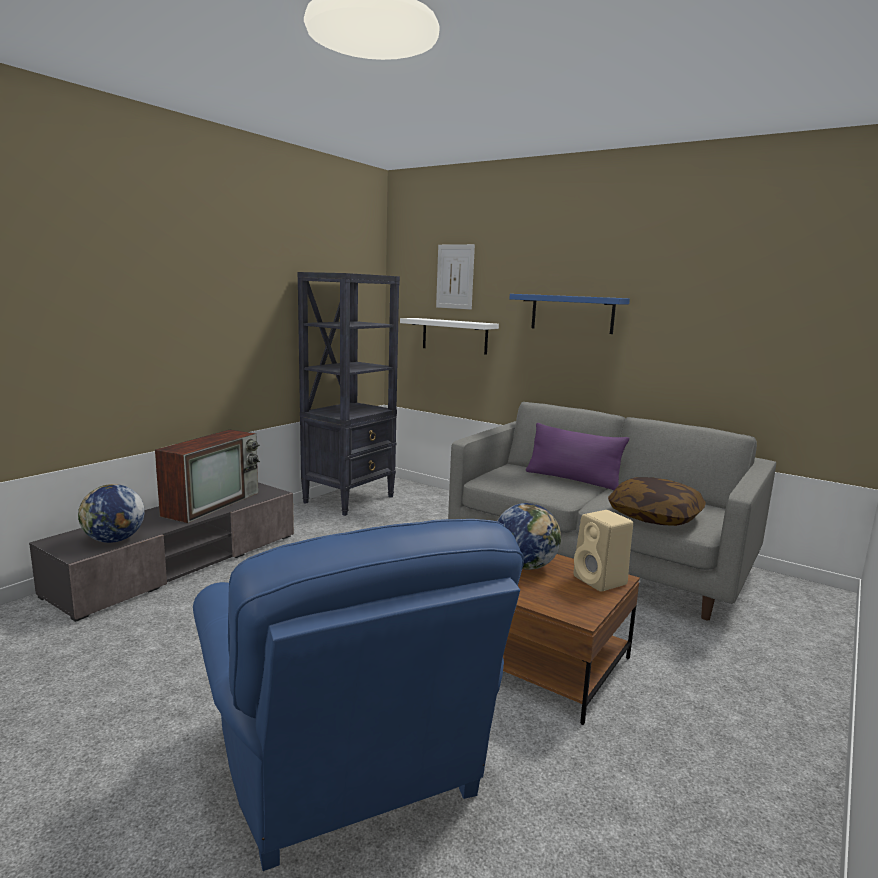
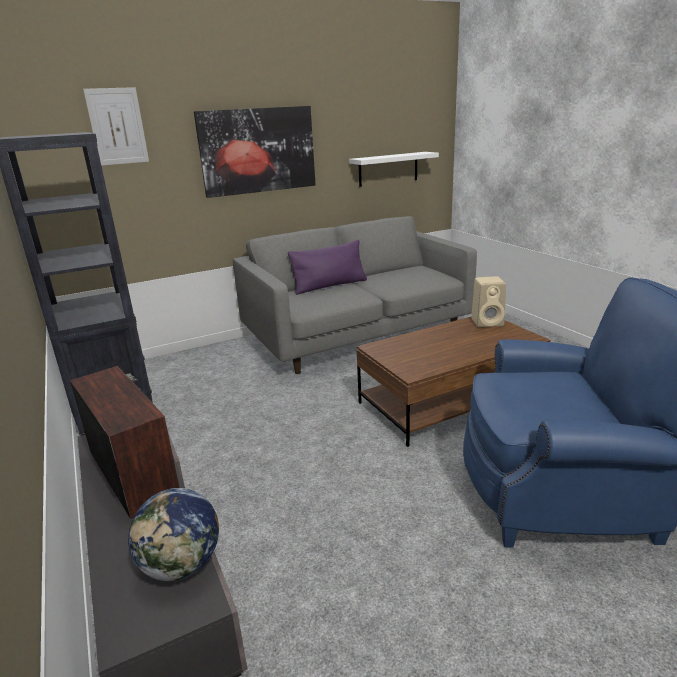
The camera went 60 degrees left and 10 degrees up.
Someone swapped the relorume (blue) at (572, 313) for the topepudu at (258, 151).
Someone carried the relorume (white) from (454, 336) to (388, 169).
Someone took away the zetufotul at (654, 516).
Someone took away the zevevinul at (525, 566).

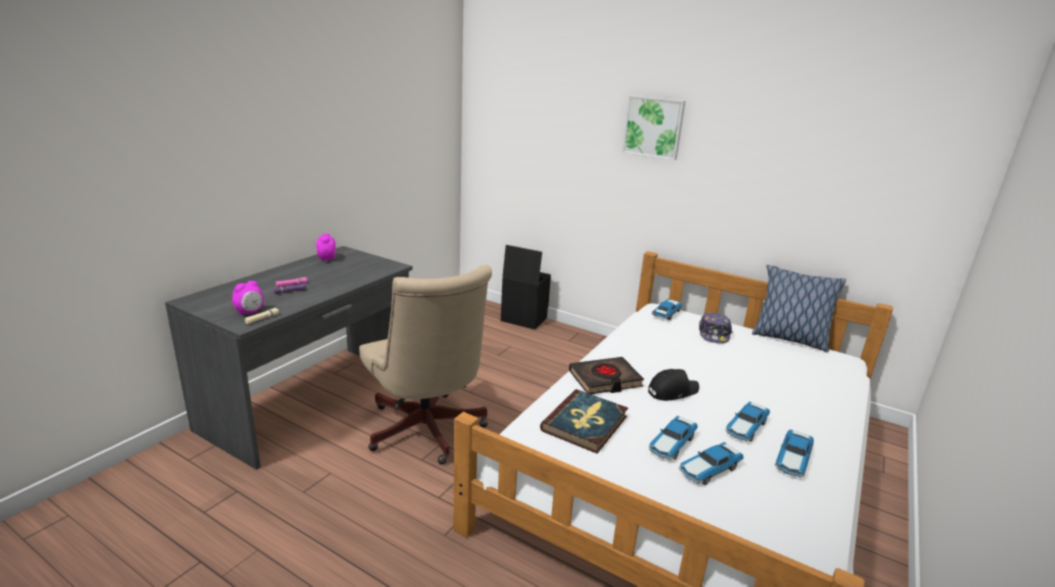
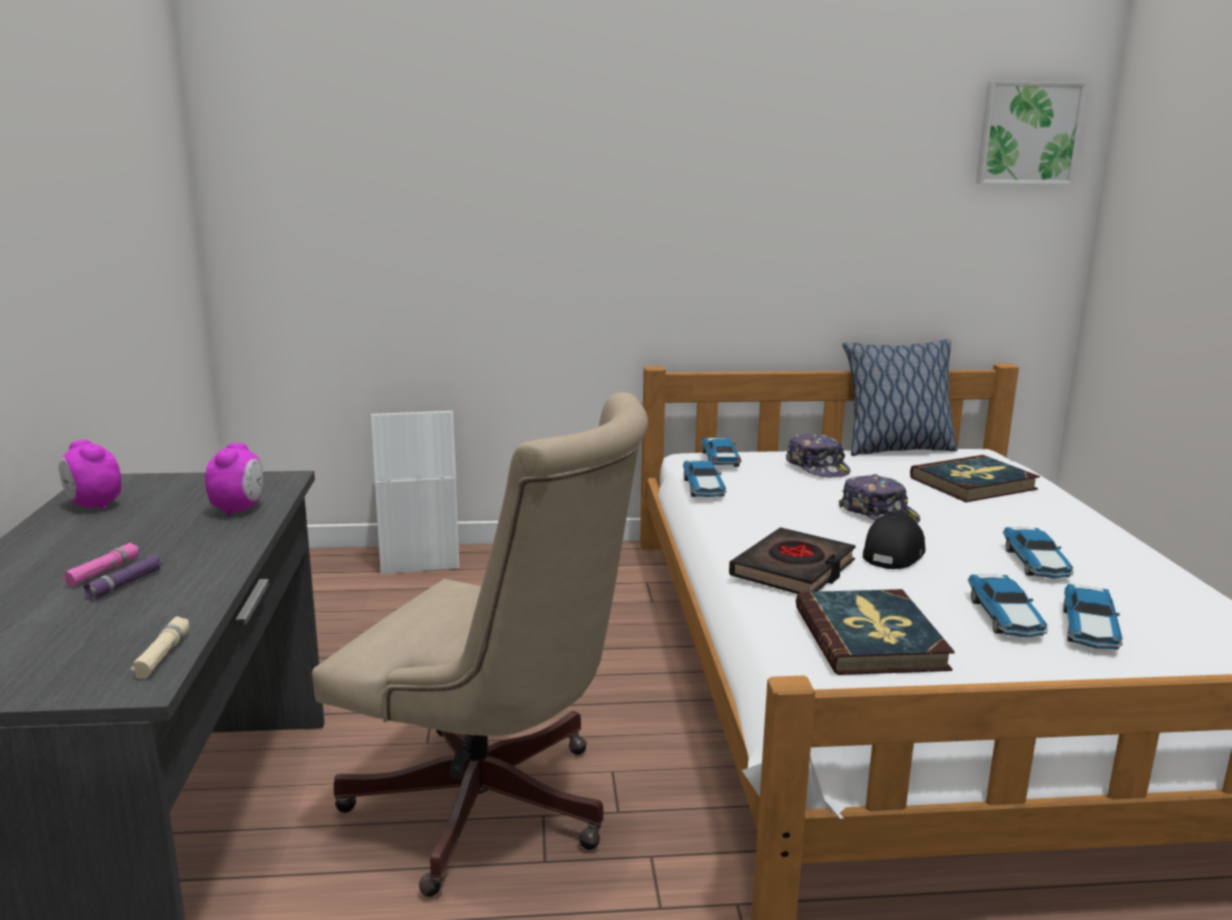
The camera went 35 degrees left and 5 degrees down.
Someone carried the topepudu from (653, 127) to (1027, 133).
Someone repainted the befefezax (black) at (523, 319), which became the befefezax (white) at (417, 559).
Someone carried the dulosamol from (250, 312) to (239, 509).
Someone carried the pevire from (792, 460) to (703, 488).
Someone put down the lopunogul at (973, 484).
Someone put down the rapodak at (879, 514).

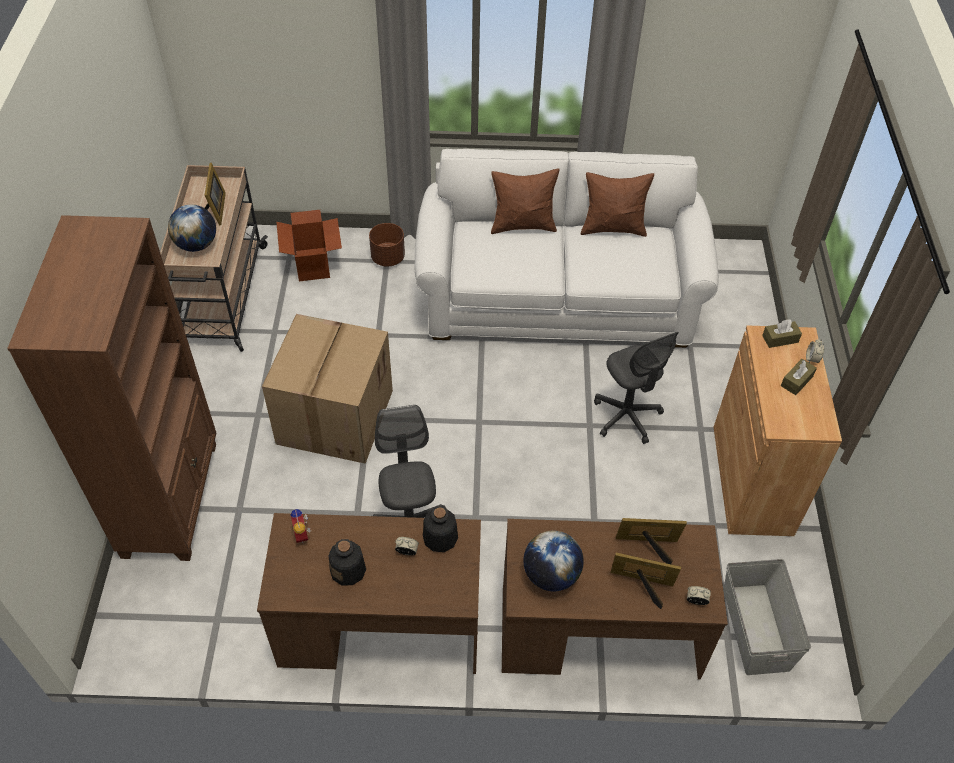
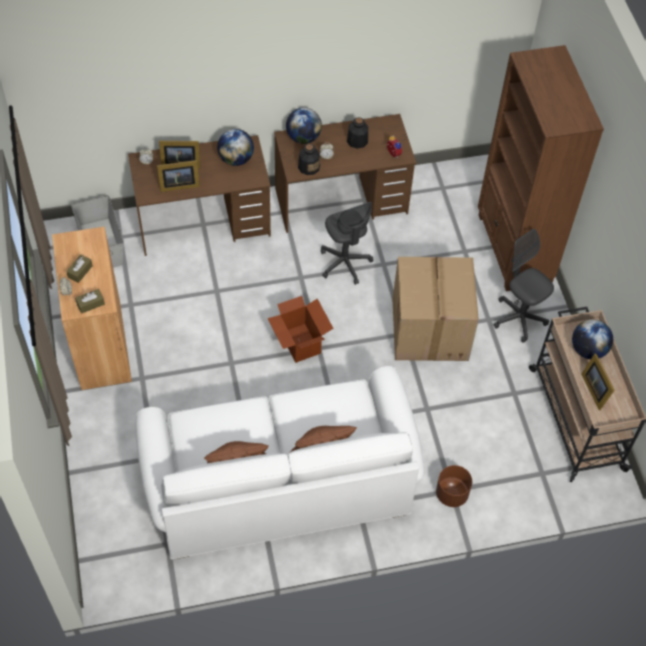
The camera went 165 degrees right and 5 degrees up.
Someone carried the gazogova from (313, 264) to (299, 343).
Someone carried the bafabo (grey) from (627, 416) to (519, 318).
Someone put down the zevevinul at (303, 138).

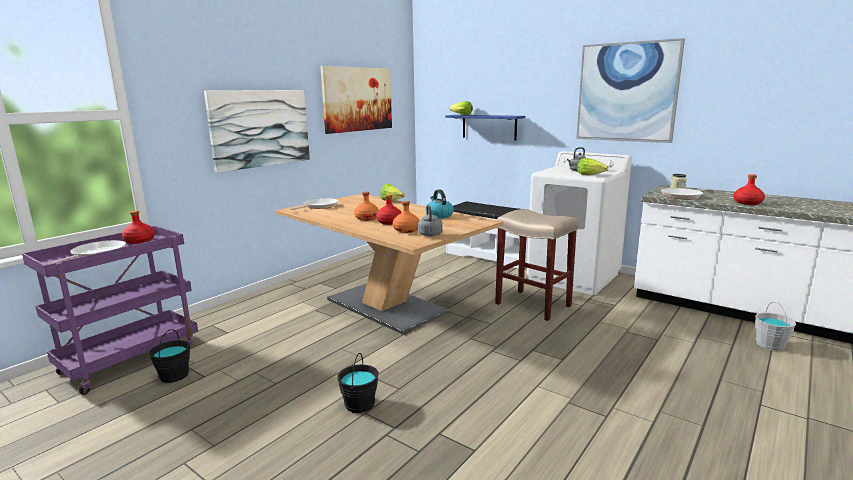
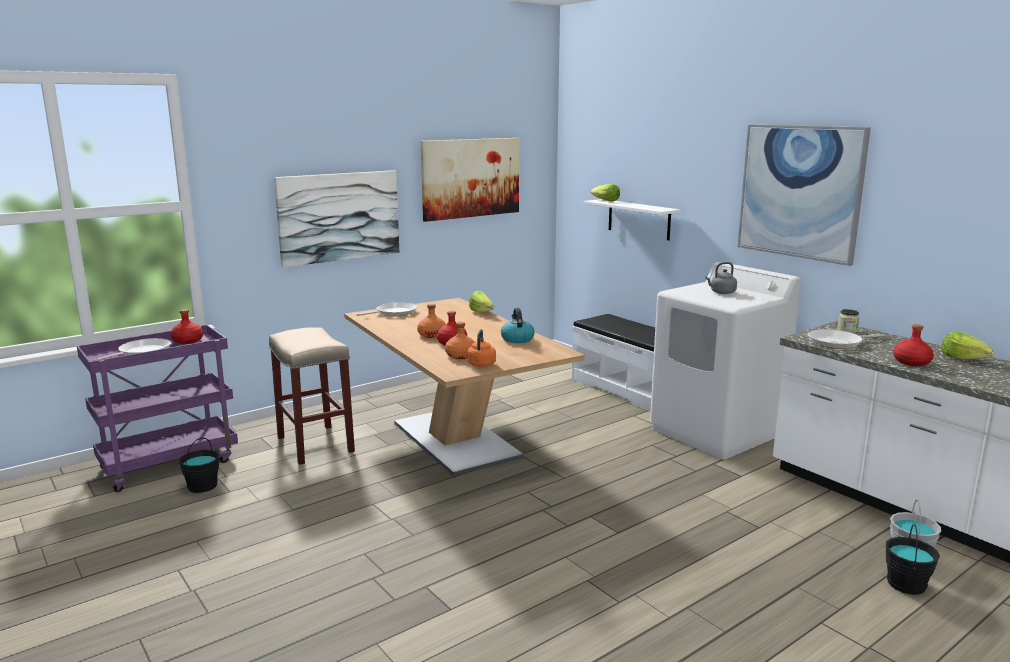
The camera went 15 degrees right and 0 degrees up.
Someone repainted the relorume (blue) at (489, 127), which became the relorume (white) at (638, 219).
Someone carried the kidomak from (591, 175) to (963, 359).
Someone repainted the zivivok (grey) at (430, 235), which became the zivivok (orange) at (481, 365).
Someone carried the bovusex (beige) from (532, 304) to (314, 444).
Someone carried the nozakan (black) from (359, 404) to (905, 584).

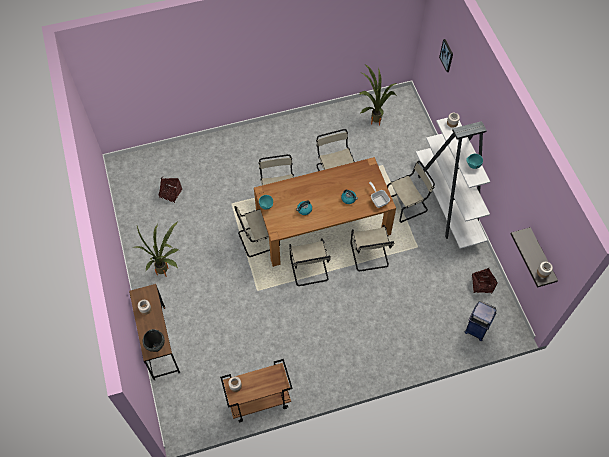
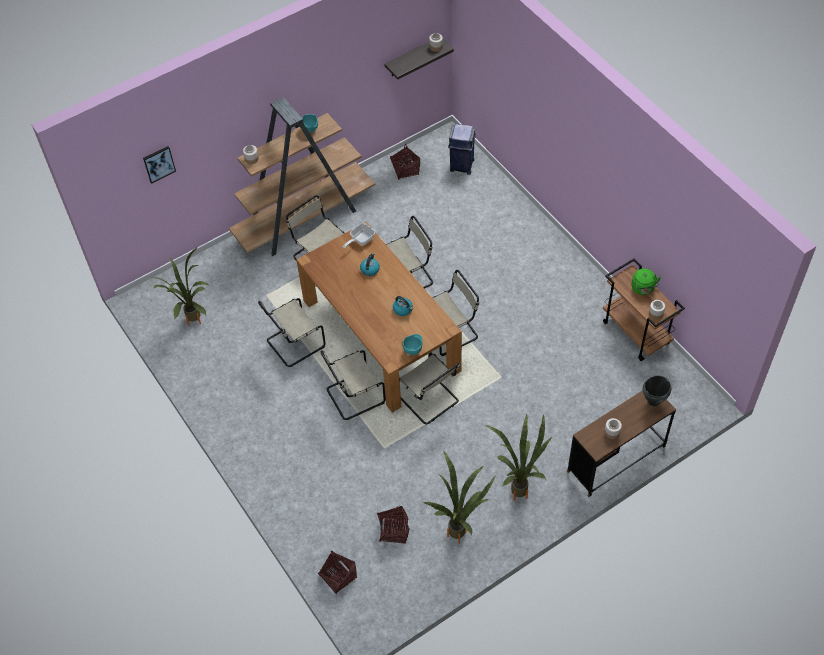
The camera went 105 degrees left and 5 degrees down.
Someone repainted the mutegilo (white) at (448, 203), which became the mutegilo (brown) at (305, 219).
Someone put down the zivivok (green) at (643, 289).
Someone put down the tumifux at (461, 531).
Someone put down the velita at (338, 576).

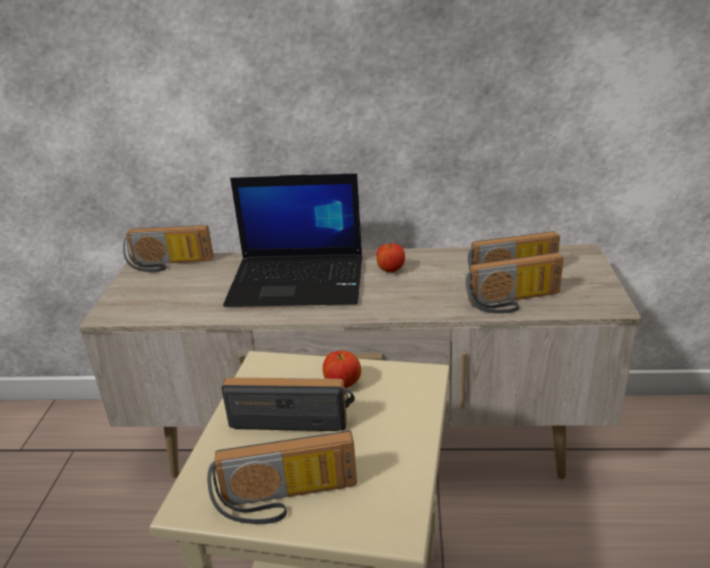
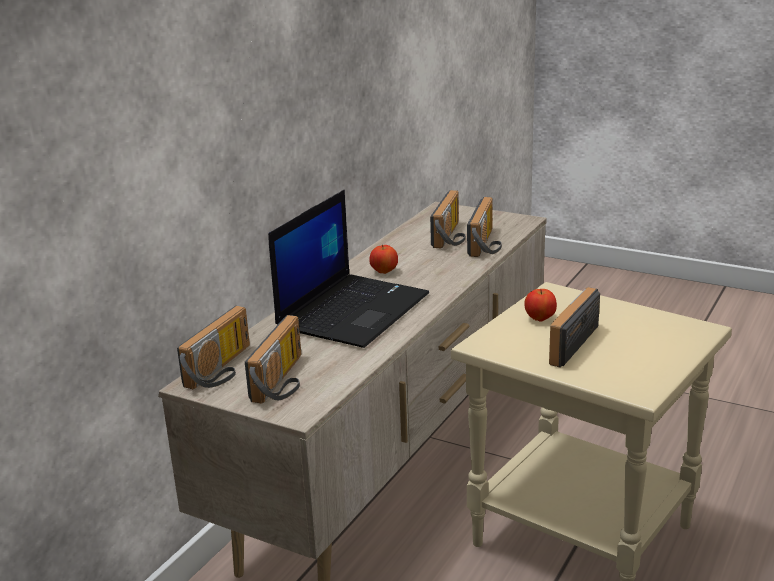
The camera went 65 degrees left and 5 degrees down.
Someone carried the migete from (286, 501) to (284, 381).

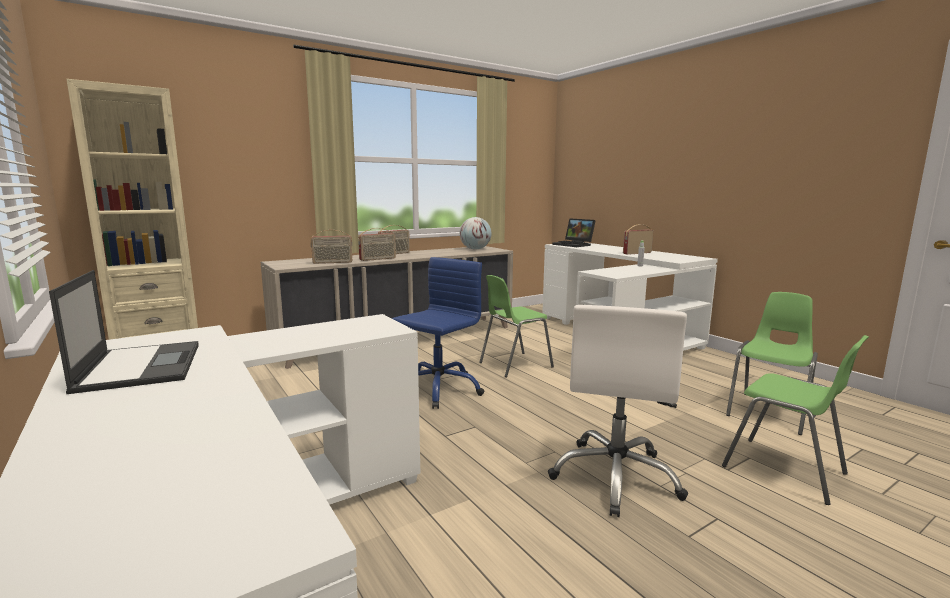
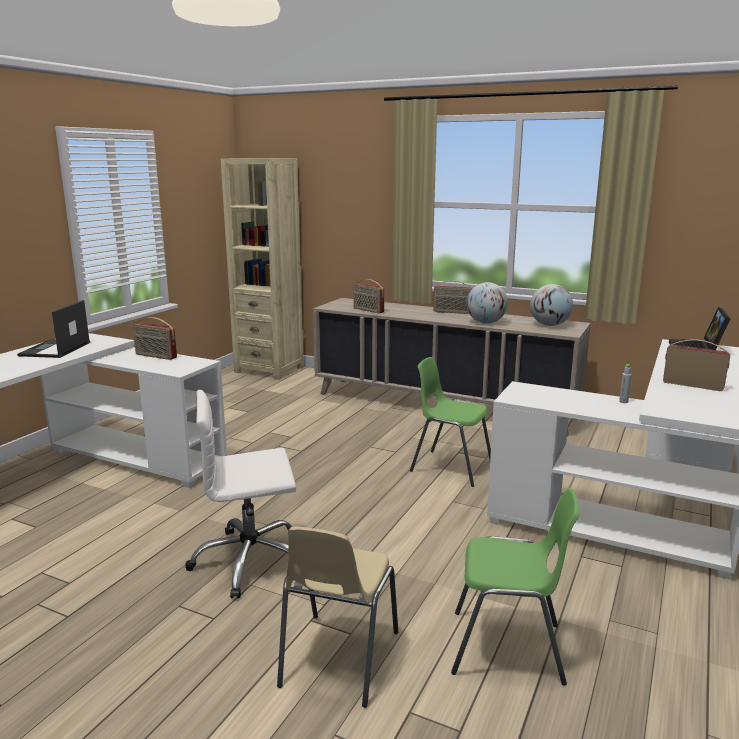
The camera went 60 degrees right and 5 degrees up.
Someone carried the migete from (378, 259) to (155, 356).
Someone took away the bafabo (blue) at (438, 389).
Someone rotated the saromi at (140, 366) by 150 degrees clockwise.
Someone repainted the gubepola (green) at (785, 470), which became the gubepola (beige) at (338, 659).
Someone put down the zevevinul at (485, 323).

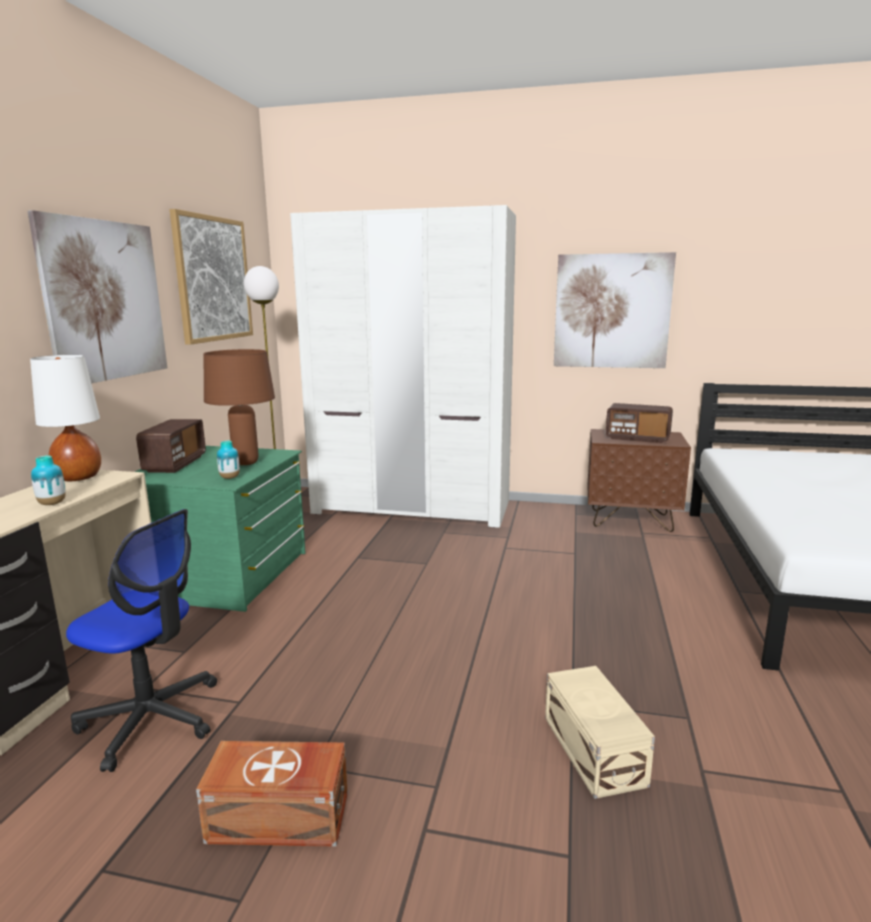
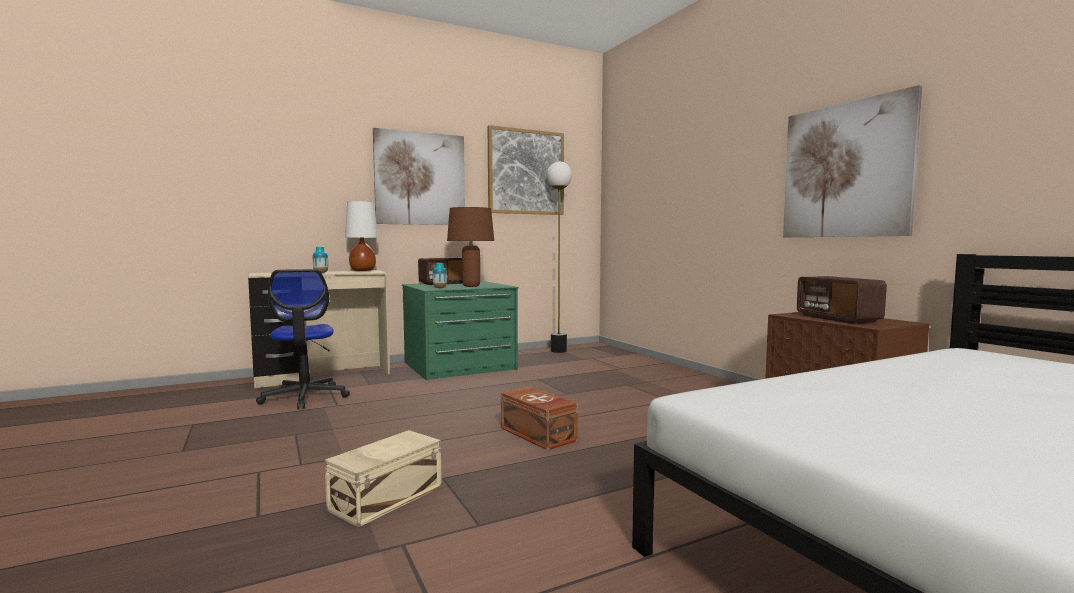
The camera went 50 degrees right and 10 degrees down.
Someone took away the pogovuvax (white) at (412, 507).
Someone carried the befefezax (brown) from (280, 819) to (537, 435).

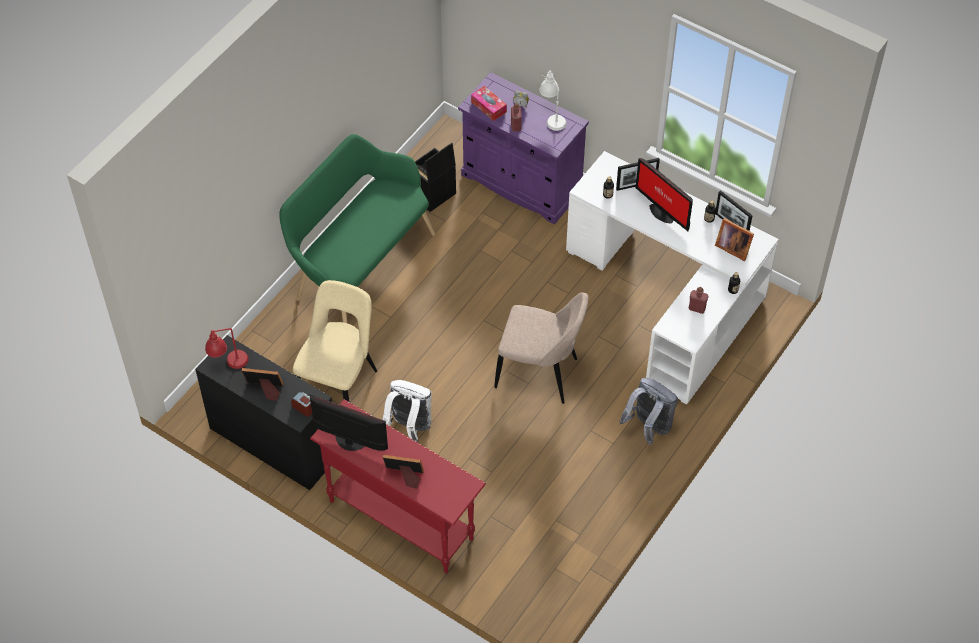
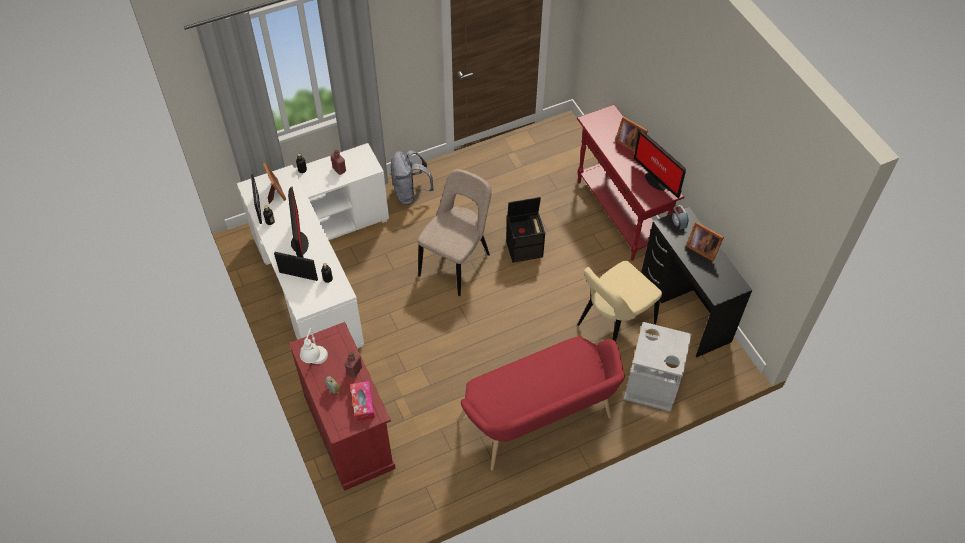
The camera went 150 degrees left and 0 degrees up.
Someone repainted the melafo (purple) at (521, 183), which became the melafo (red) at (349, 431).
Someone repainted the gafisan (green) at (359, 265), which became the gafisan (red) at (540, 423).
Someone carried the befefezax (black) from (432, 195) to (525, 248).
Someone rotated the gubepola (beige) at (540, 374) by 75 degrees clockwise.
Someone took away the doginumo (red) at (229, 364).
Someone took away the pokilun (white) at (409, 427).
Someone put down the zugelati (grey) at (652, 386).

